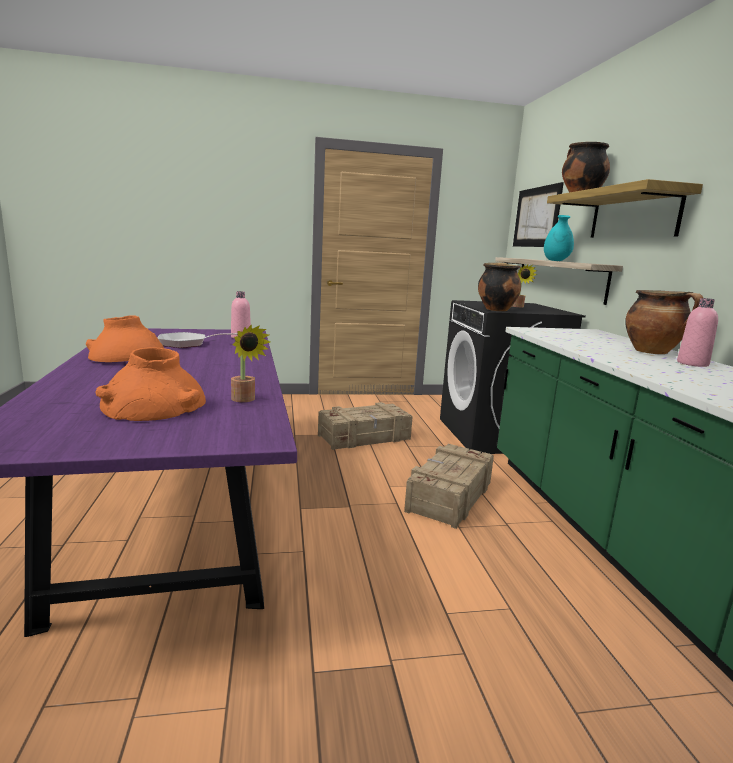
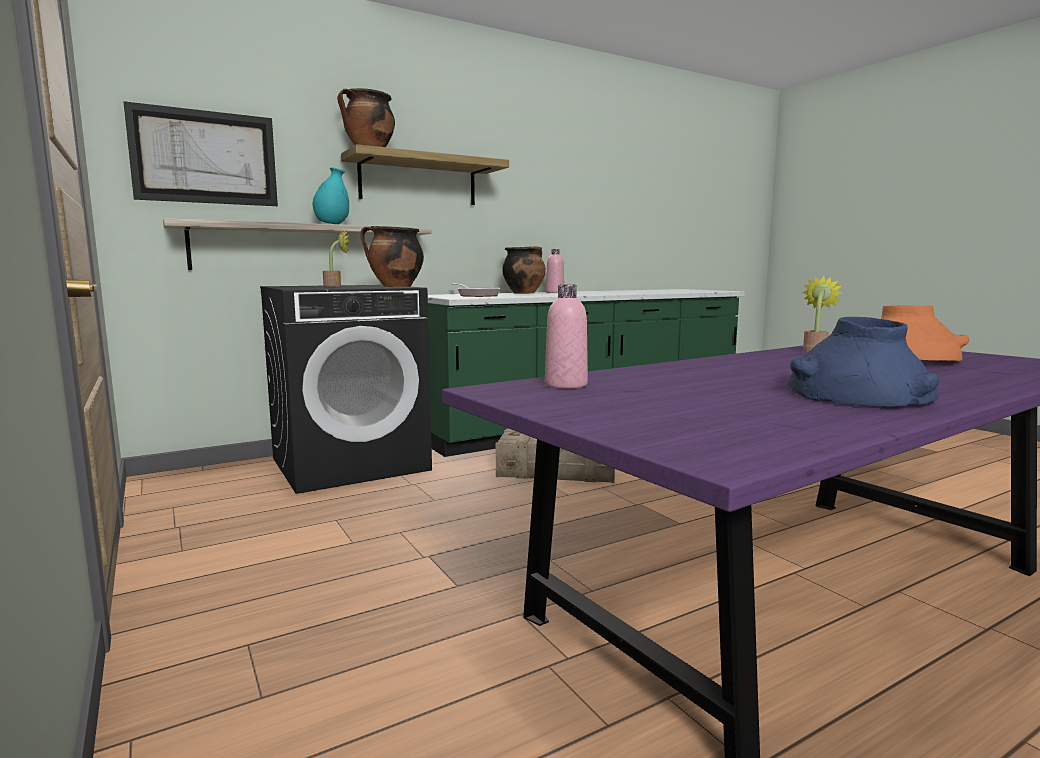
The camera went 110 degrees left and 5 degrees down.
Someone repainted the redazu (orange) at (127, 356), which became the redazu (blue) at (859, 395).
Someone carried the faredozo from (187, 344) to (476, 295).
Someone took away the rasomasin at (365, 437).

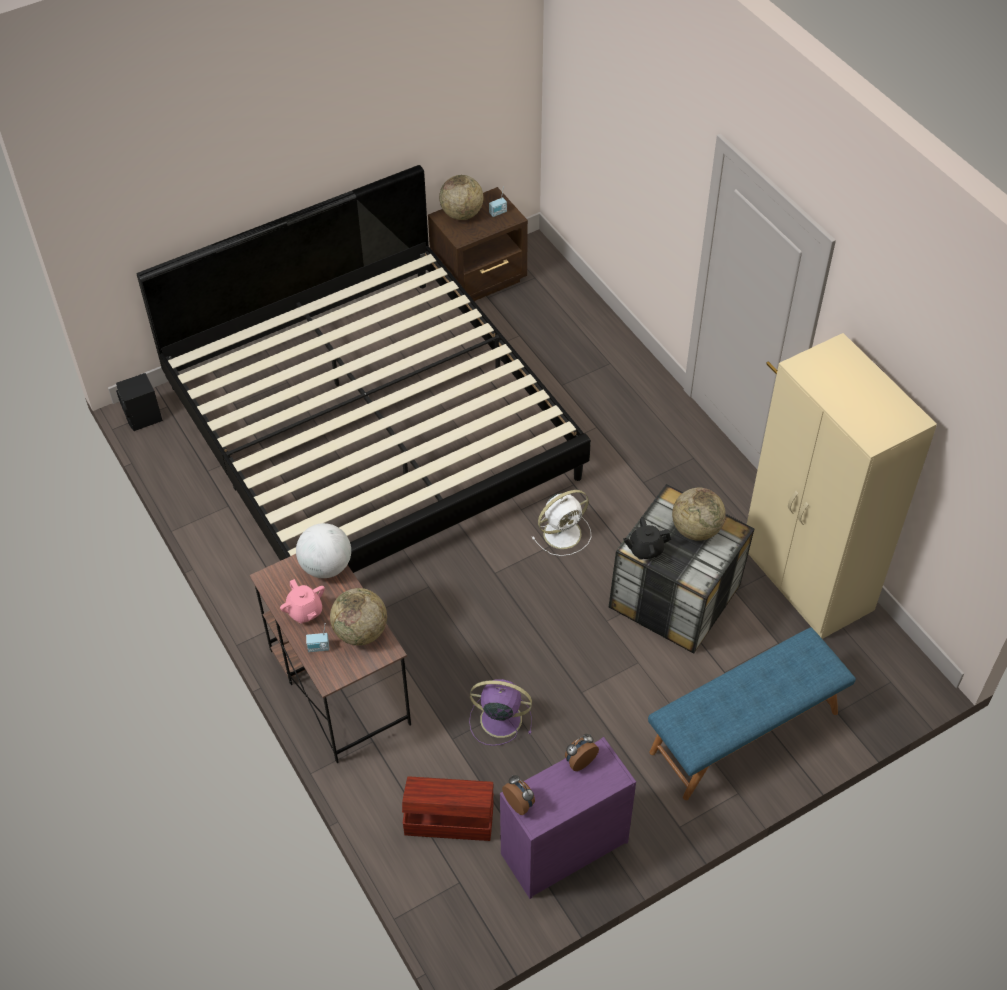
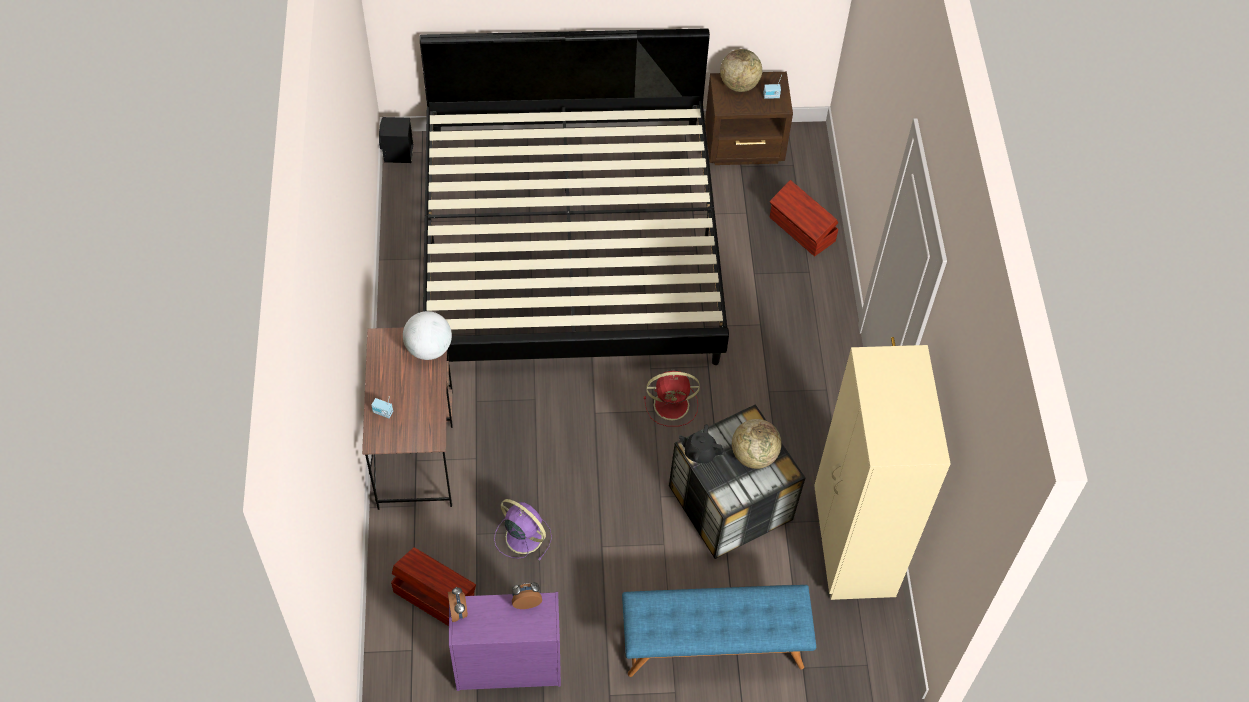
The camera went 25 degrees right and 5 degrees up.
Someone repainted the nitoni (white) at (564, 533), which became the nitoni (red) at (673, 405).
Someone took away the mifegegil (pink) at (305, 611).
Someone took away the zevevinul at (361, 632).
Someone put down the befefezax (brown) at (802, 230).

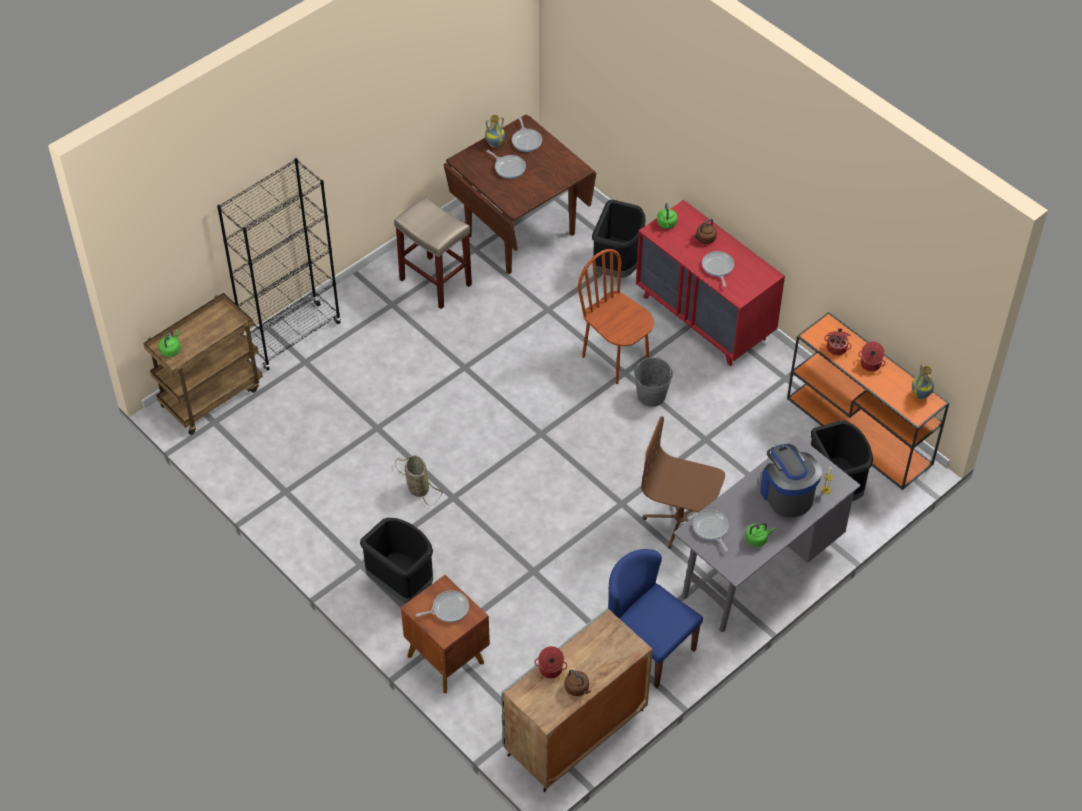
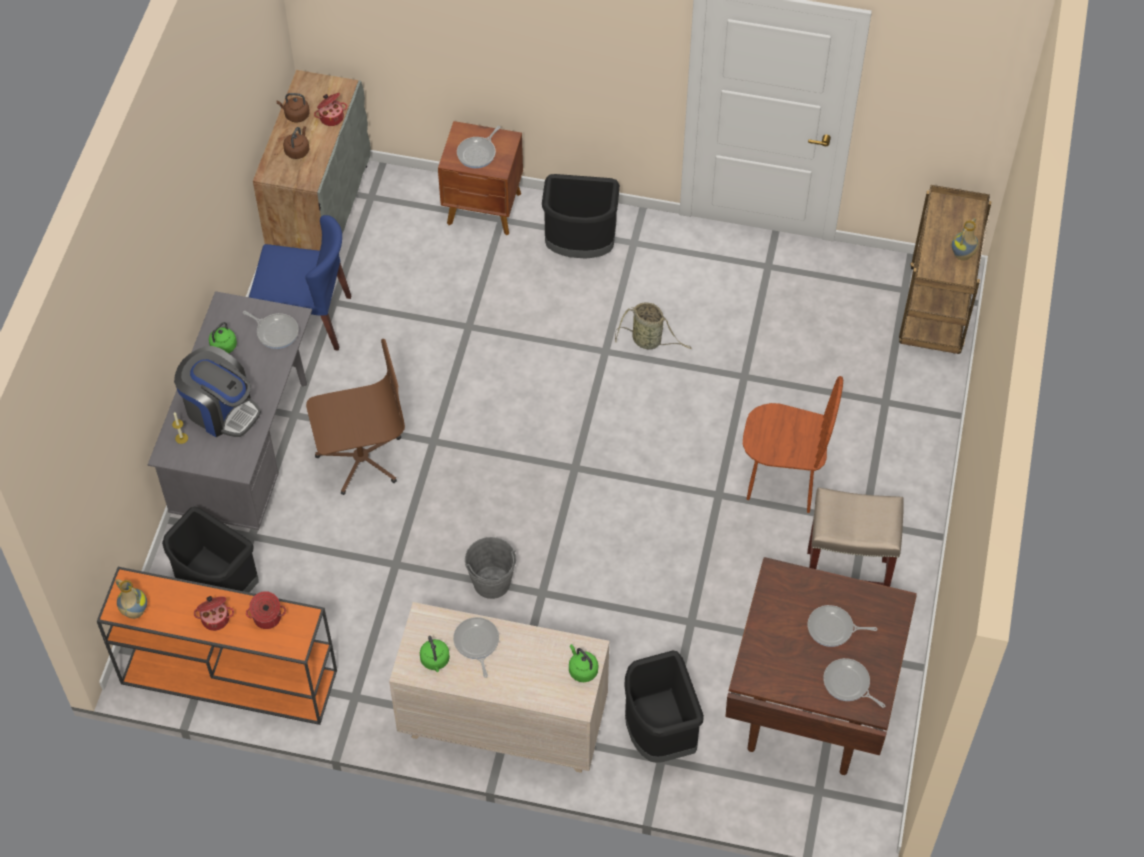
The camera went 145 degrees right and 5 degrees up.
Someone carried the redazu from (495, 144) to (963, 255).
Someone took away the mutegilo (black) at (292, 336).
Someone repainted the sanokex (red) at (705, 318), which became the sanokex (beige) at (502, 723).
Someone carried the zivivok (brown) from (704, 239) to (298, 150).
Someone carried the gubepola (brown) from (616, 358) to (783, 481).
Someone rotated the faredozo at (718, 267) by 150 degrees counterclockwise.
Someone carried the zivivok (green) from (171, 350) to (435, 661).

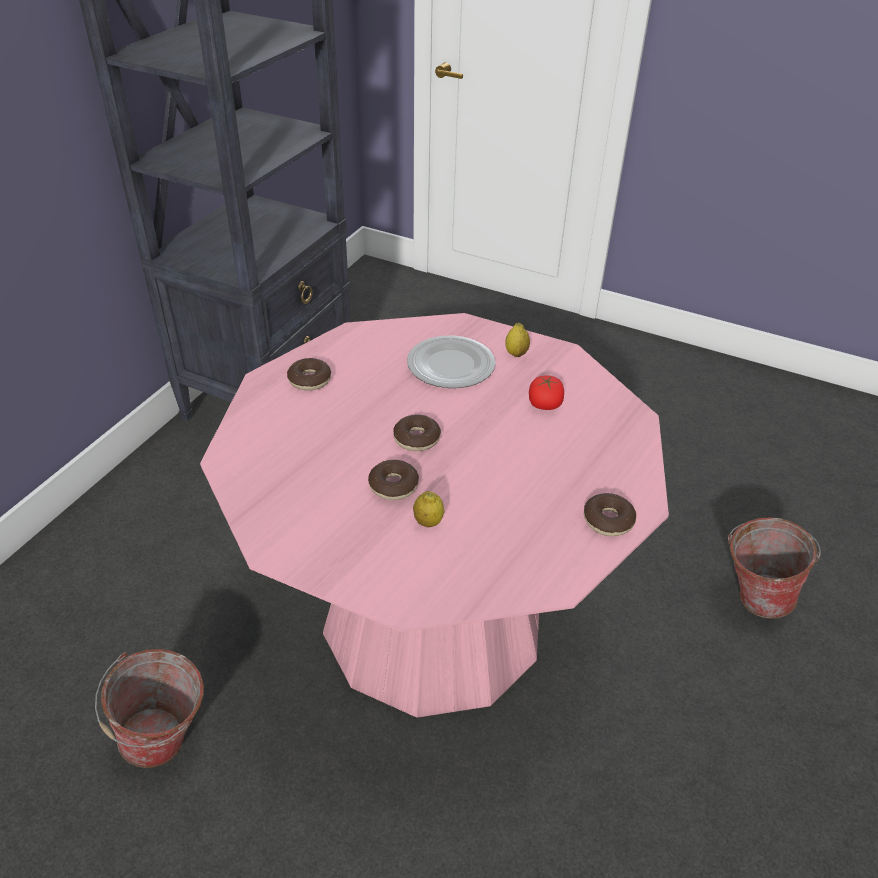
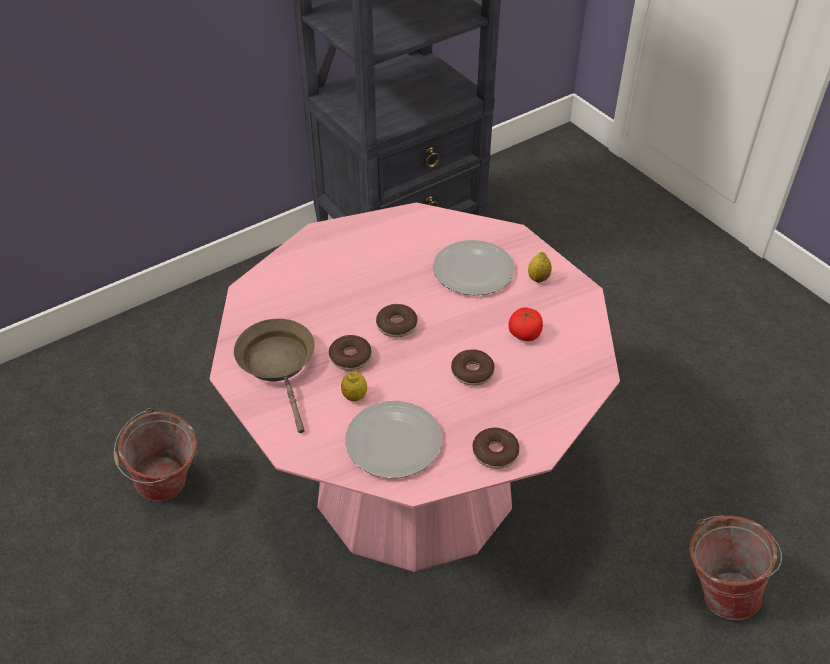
The camera went 30 degrees right and 5 degrees up.
Someone carried the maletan from (309, 380) to (472, 372).
Someone put down the faredozo (brown) at (279, 364).
Someone put down the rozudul at (394, 441).

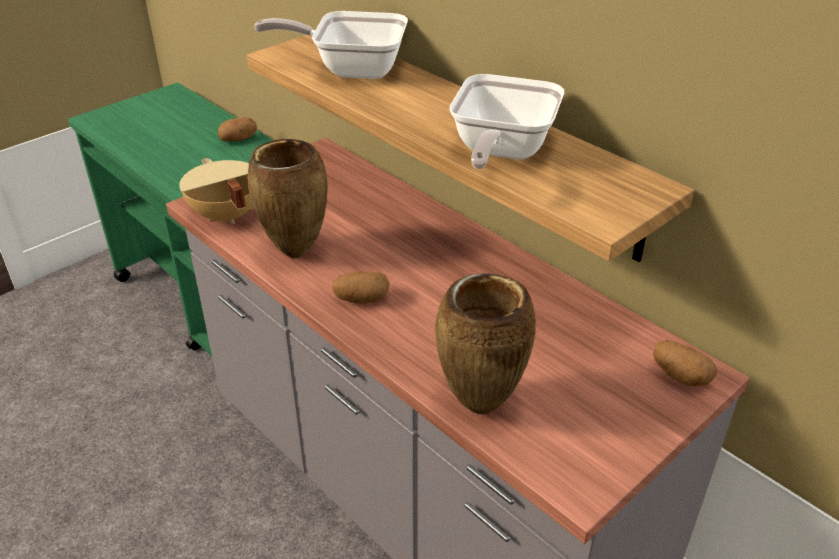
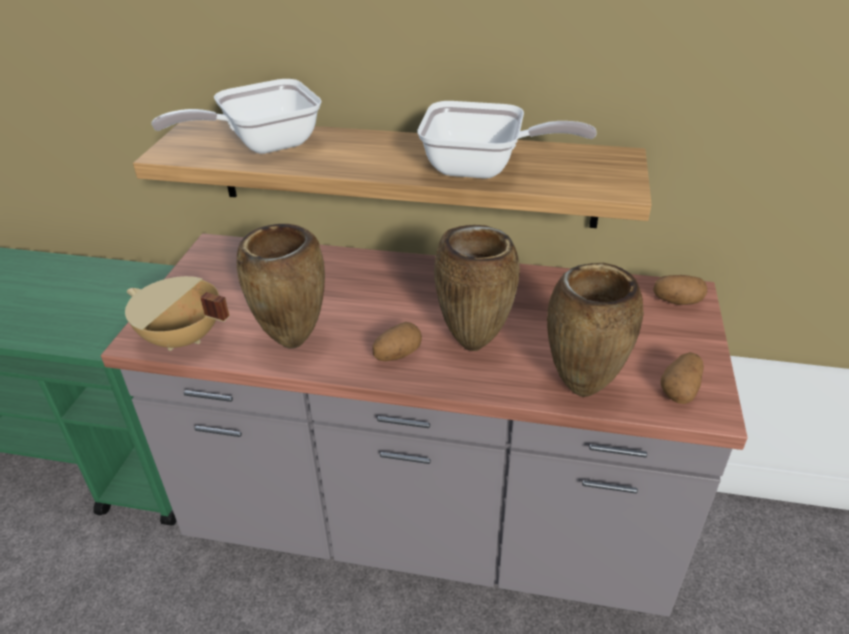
The camera went 35 degrees left and 0 degrees up.
Someone rotated the faredozo at (500, 152) by 60 degrees counterclockwise.
Someone carried the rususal from (238, 139) to (680, 390).
Someone put down the redazu (brown) at (474, 344).

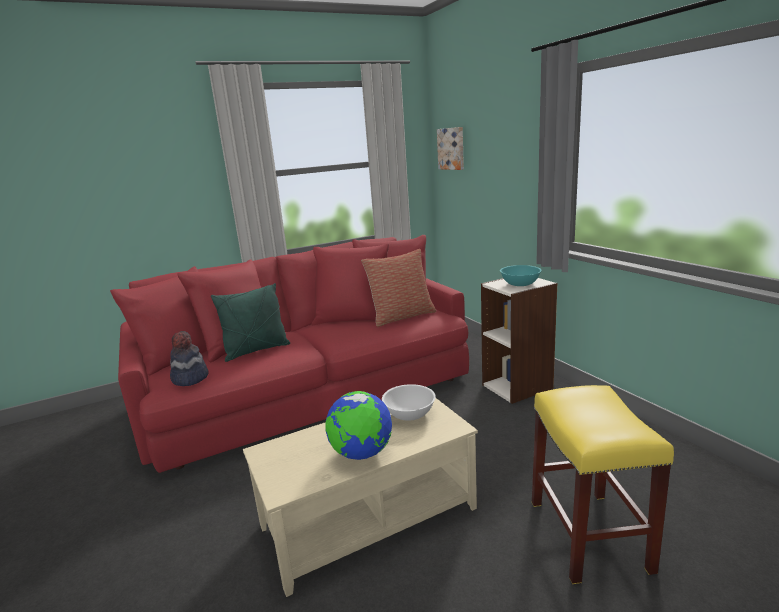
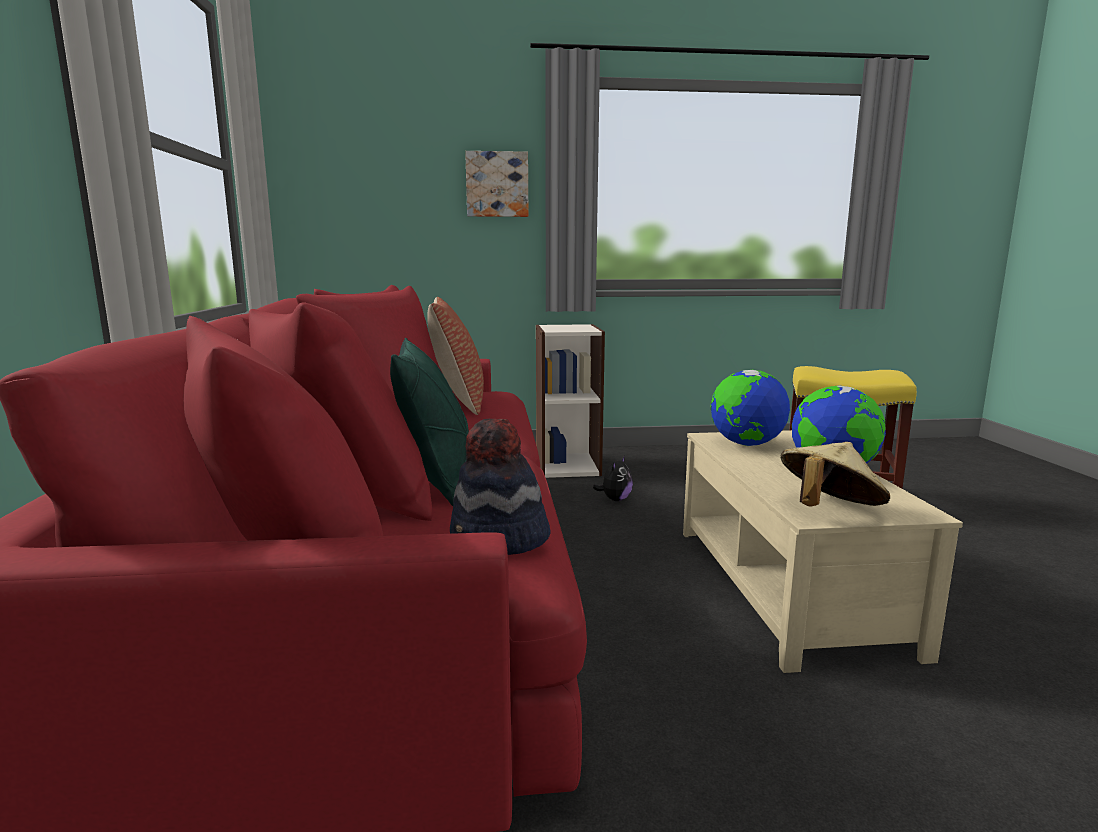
The camera went 70 degrees left and 5 degrees down.
Someone carried the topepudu from (452, 148) to (497, 184).
Someone took away the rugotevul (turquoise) at (520, 284).
Someone swapped the rugotevul (white) at (409, 414) for the zevevinul at (746, 444).
Someone put down the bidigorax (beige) at (828, 510).
Someone put down the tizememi at (615, 499).

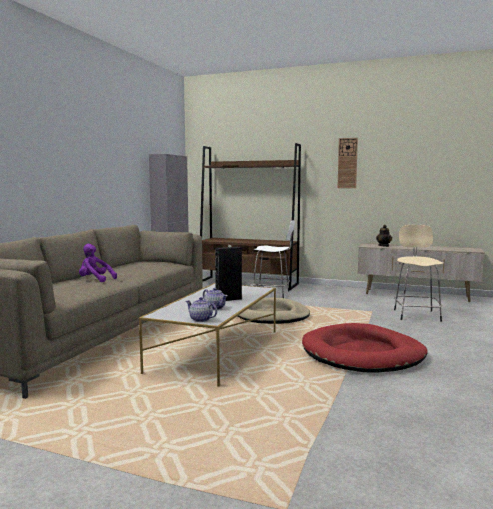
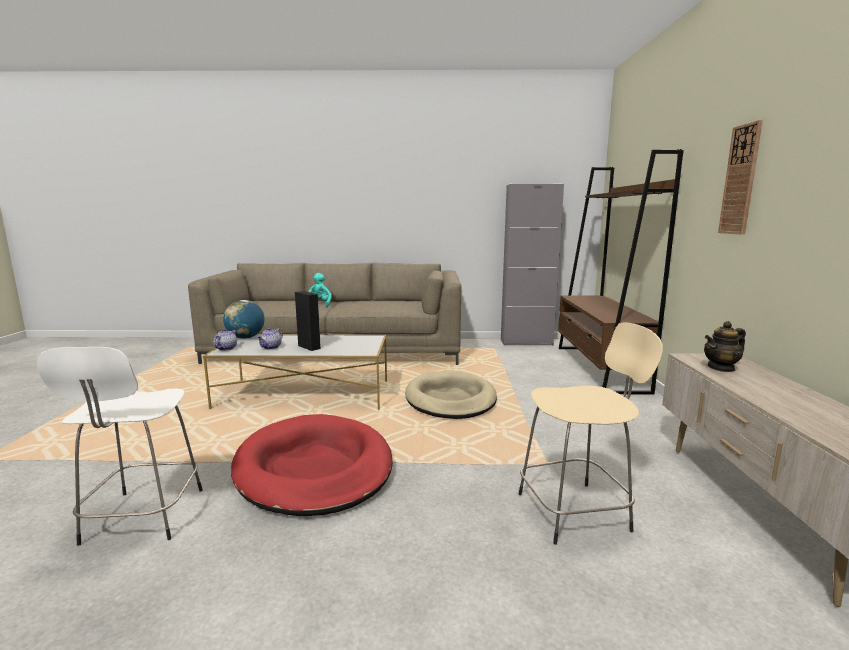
The camera went 70 degrees right and 5 degrees up.
Someone carried the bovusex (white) from (272, 294) to (143, 518).
Someone repainted the tizememi (purple) at (95, 280), which became the tizememi (turquoise) at (318, 304).
Someone put down the zevevinul at (245, 338).

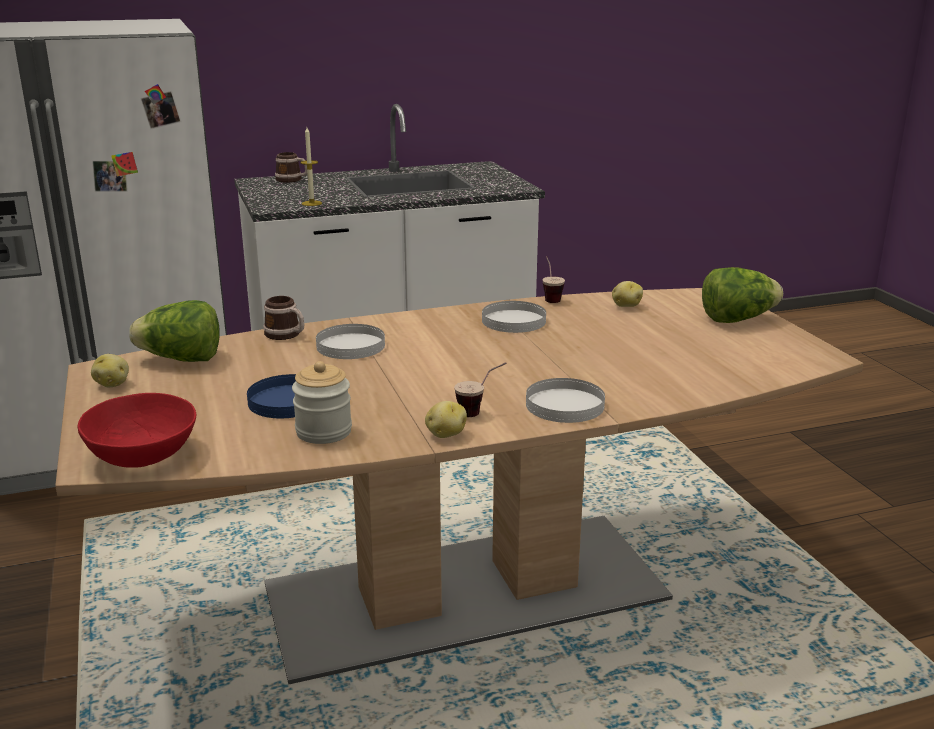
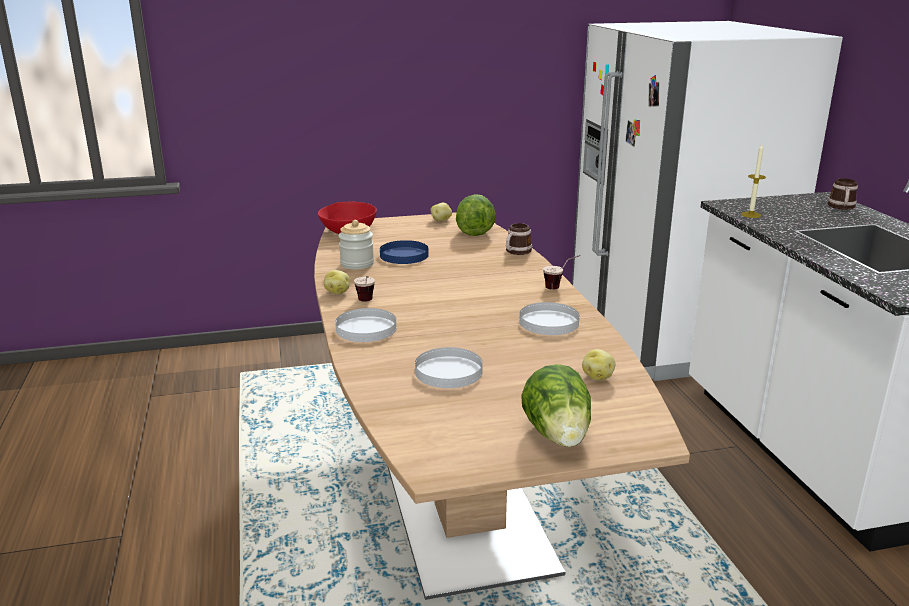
The camera went 95 degrees right and 0 degrees up.
Someone carried the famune from (550, 298) to (560, 287).
Someone carried the rozudul (white) from (350, 346) to (448, 371).

